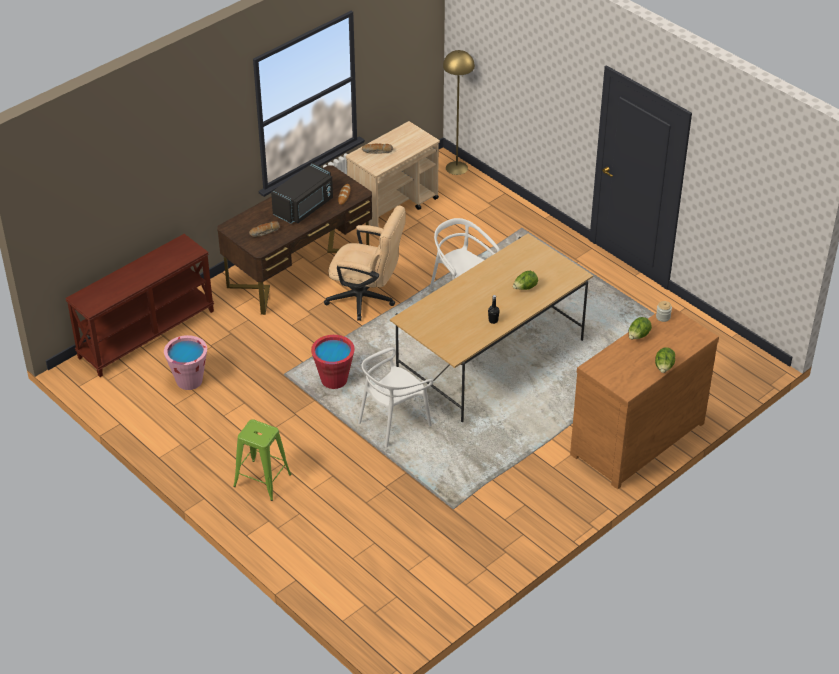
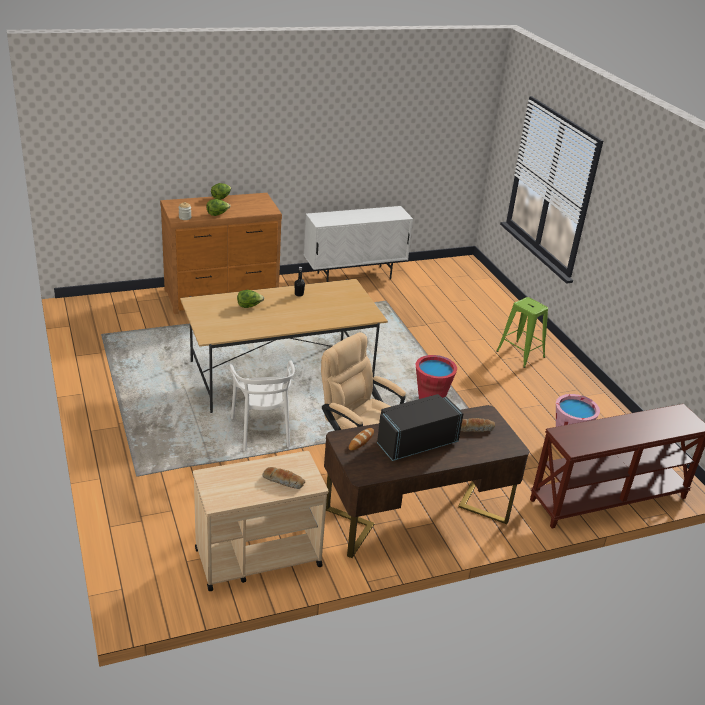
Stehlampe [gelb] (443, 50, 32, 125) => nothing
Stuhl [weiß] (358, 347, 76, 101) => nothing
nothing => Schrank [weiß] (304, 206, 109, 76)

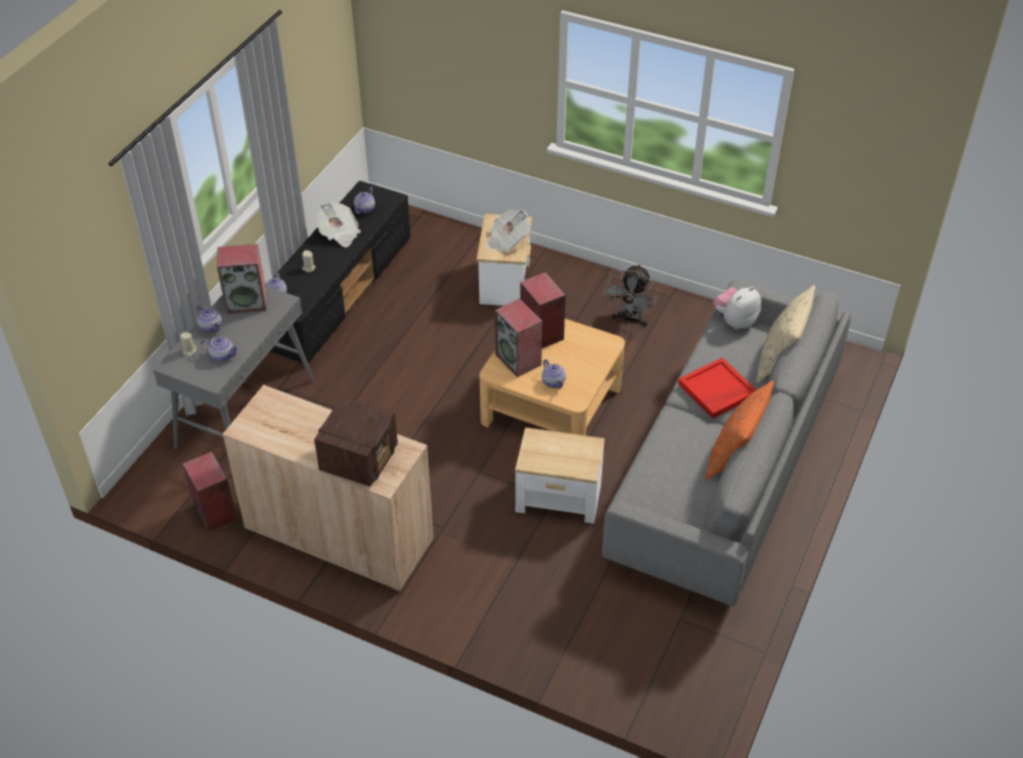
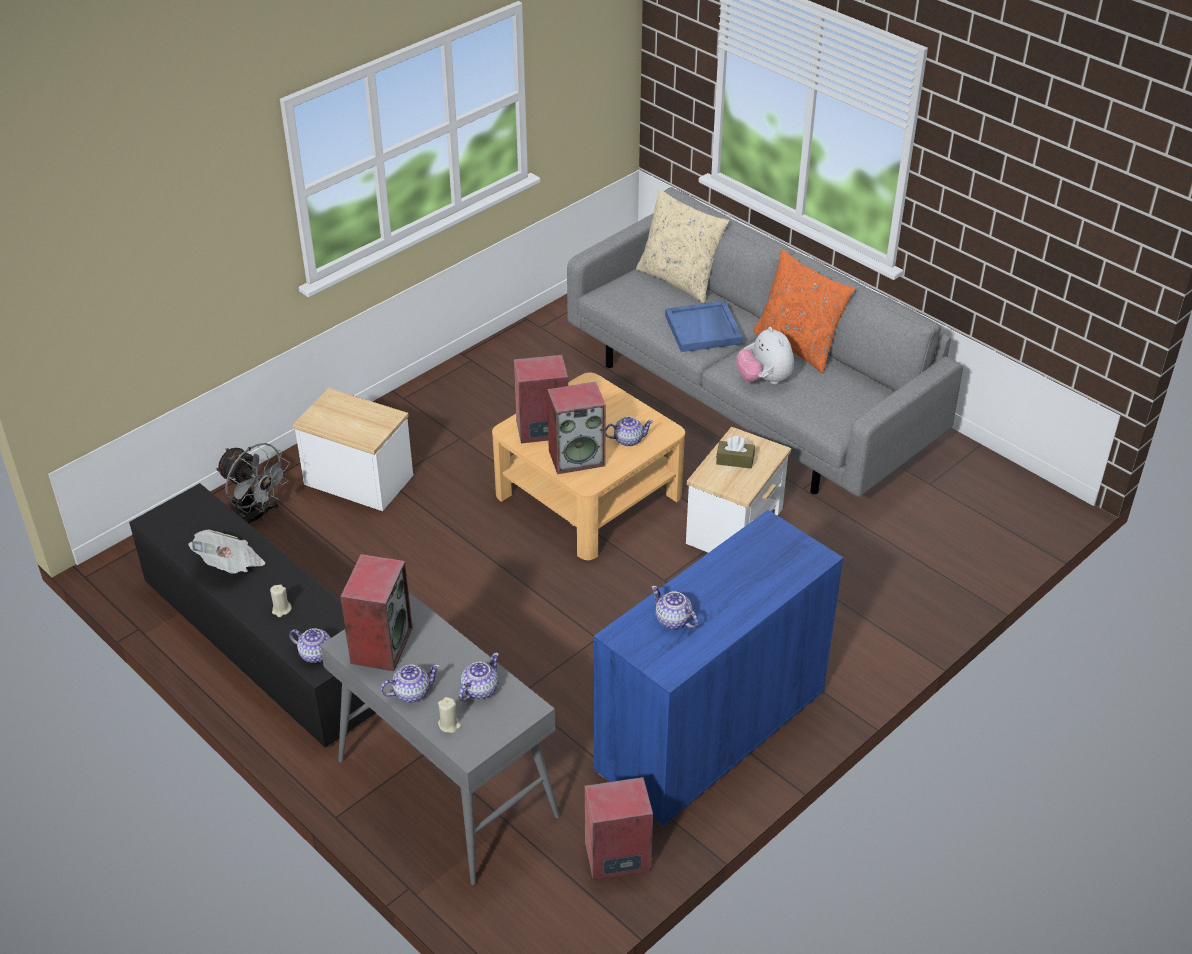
Teekanne (354, 187, 21, 27) => Teekanne (651, 586, 47, 43), move
Zeitung (485, 209, 46, 44) => nothing
Ventilator [grau] (603, 264, 54, 62) => Ventilator [grau] (216, 443, 74, 81), move
Plüschtier (713, 287, 48, 42) => Plüschtier (736, 327, 58, 57), move
Tablett [rot] (678, 357, 78, 61) => Tablett [blau] (665, 301, 78, 51)
Schrank [beige] (223, 385, 210, 207) => Schrank [blau] (594, 510, 250, 317)
Radio (314, 396, 84, 91) => nothing
nothing => Taschentuchbox [braun] (716, 436, 39, 33)

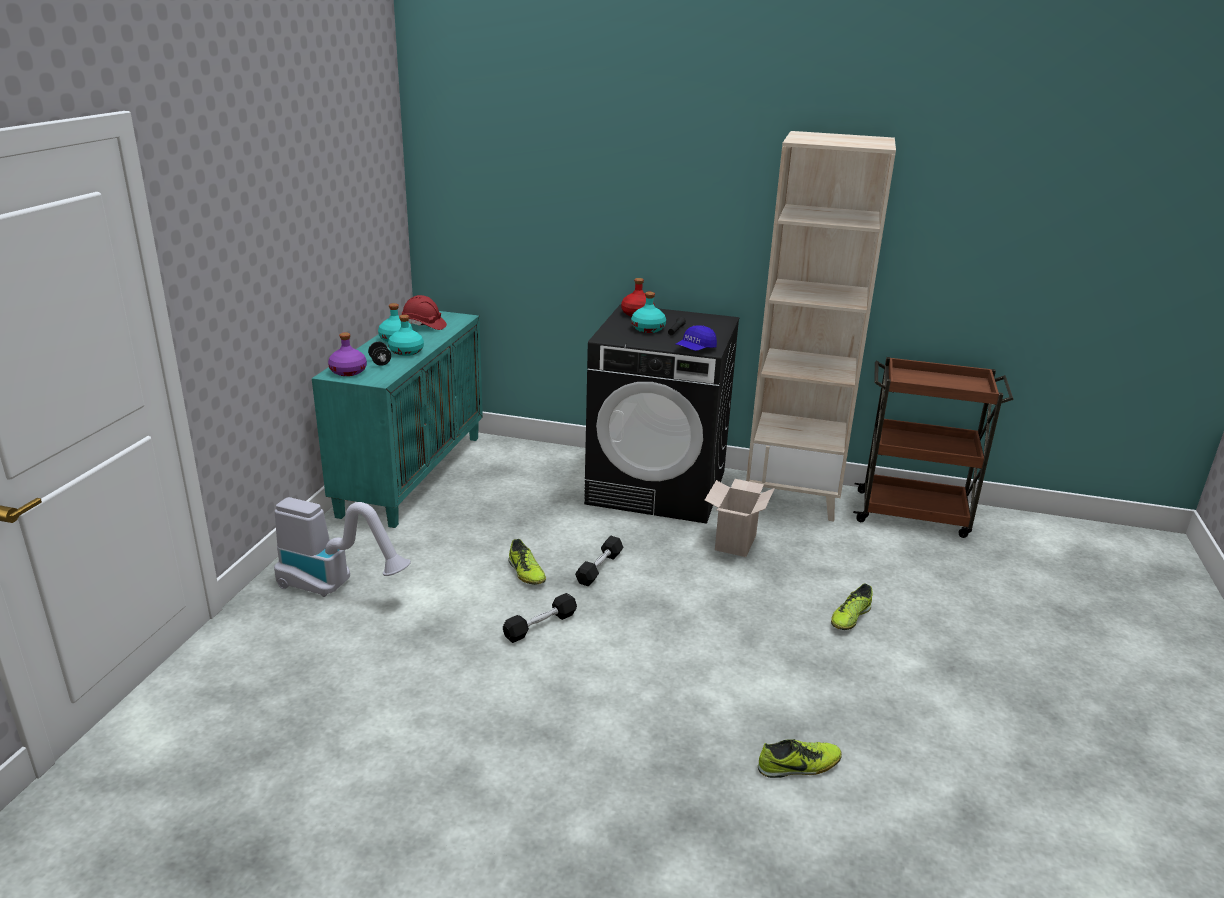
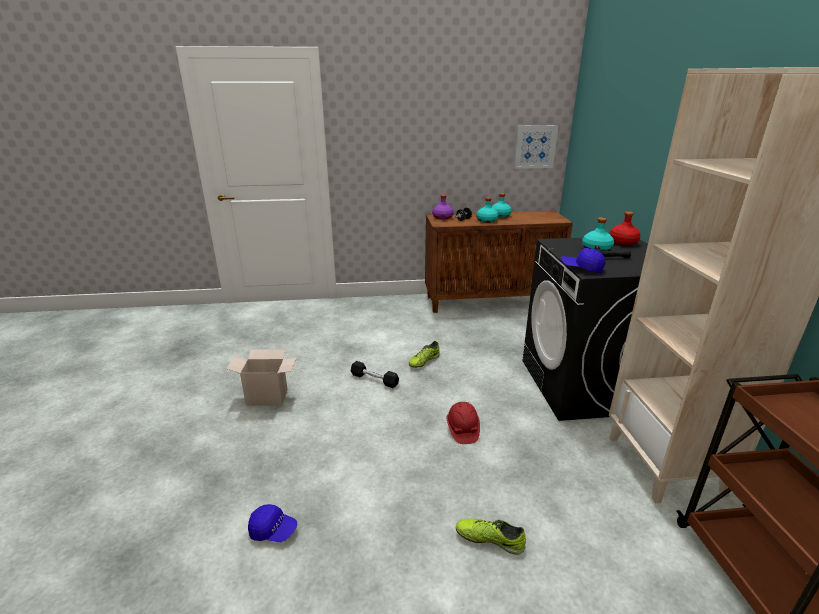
Schutzhelm [rot] (401, 295, 46, 35) => Schutzhelm [rot] (447, 402, 33, 42), move
Schrank [türkis] (312, 311, 171, 217) => Schrank [braun] (425, 211, 148, 102)
Karton (705, 479, 70, 78) => Karton (227, 349, 69, 57), move
Staubsauger (274, 497, 137, 100) => nothing
Hantel [schwarz] (575, 536, 49, 50) => nothing
Schuh (758, 739, 84, 39) => Kappe [blau] (248, 504, 49, 38)
nothing => Bild (514, 125, 44, 44)

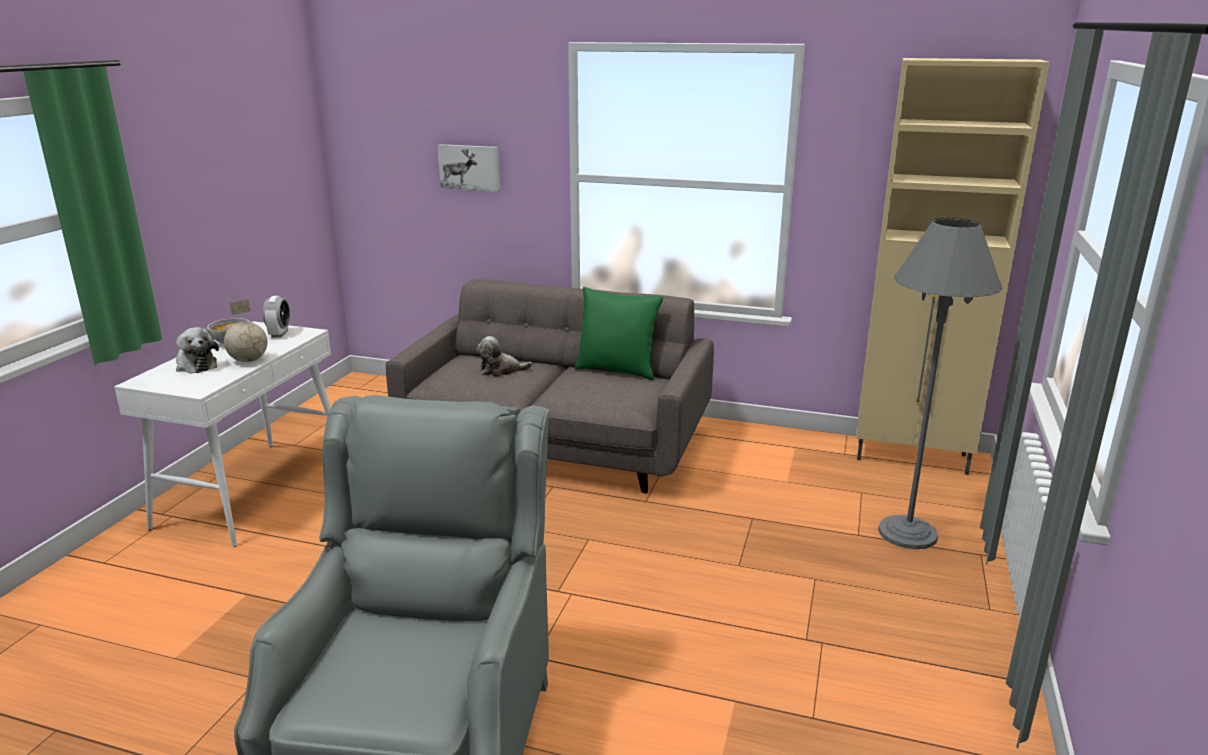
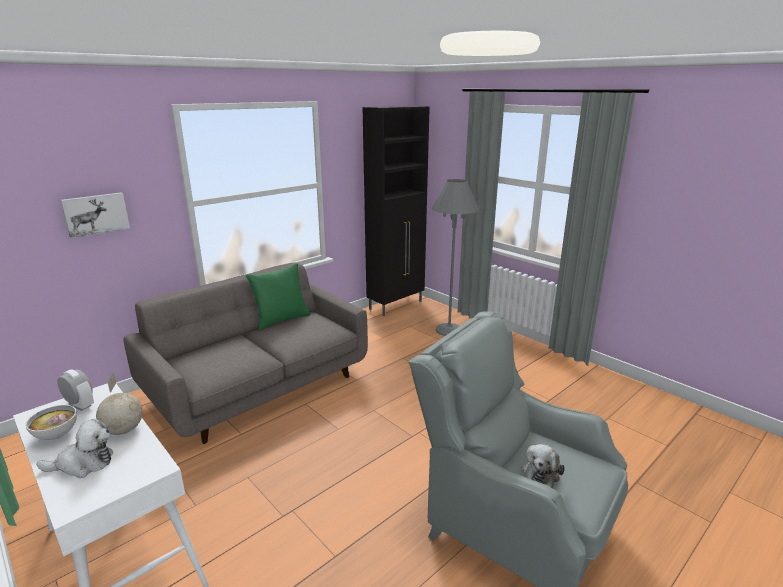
Schrank [beige] (856, 58, 194, 417) => Schrank [schwarz] (362, 106, 68, 210)
Plüschtier (476, 336, 56, 41) => Plüschtier (521, 444, 44, 44), move

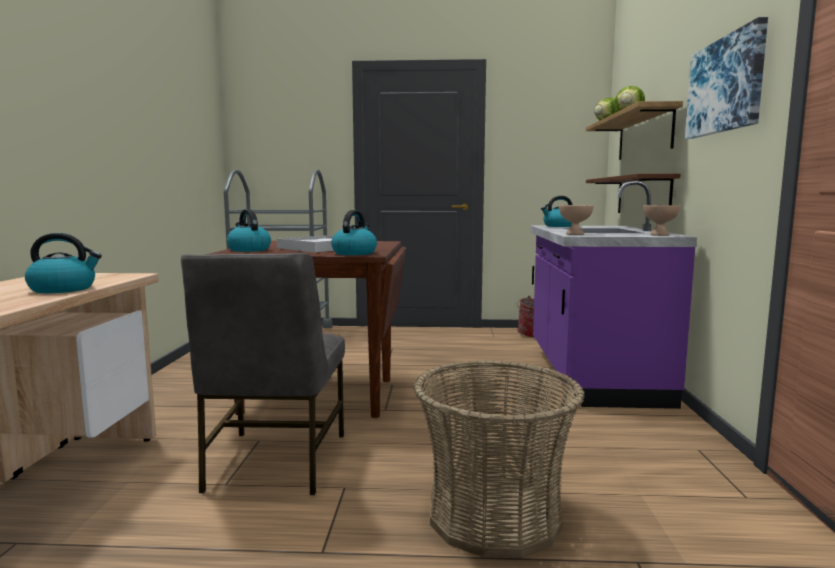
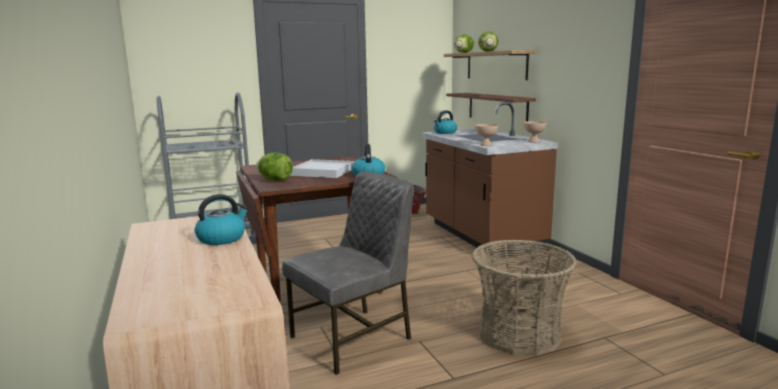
Bild (685, 17, 83, 122) => nothing
Küchenzeile [lila] (530, 181, 167, 228) => Küchenzeile [braun] (422, 102, 136, 157)
Wasserkessel (227, 209, 44, 43) => Salatkopf (256, 153, 37, 28)
Stuhl [grau] (181, 253, 164, 242) => Stuhl [grau] (282, 171, 131, 204), 105 degrees counterclockwise

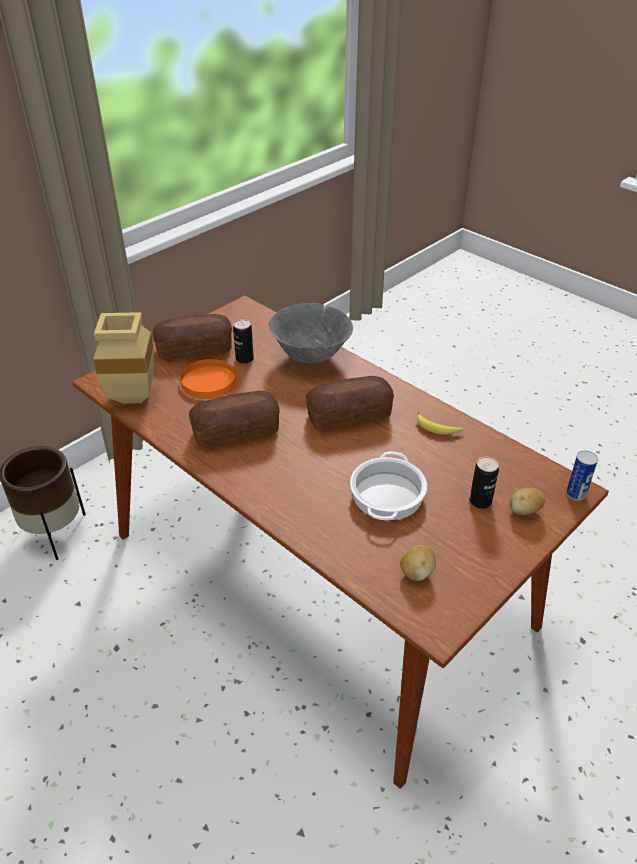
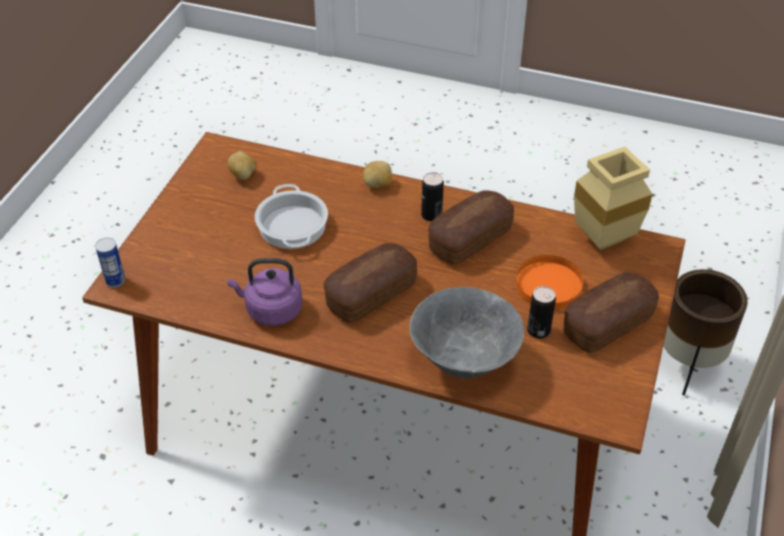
Banane (417, 412, 47, 22) => Wasserkessel [lila] (227, 258, 76, 68)
Dose (470, 457, 29, 52) => Dose (421, 172, 23, 49), move
Kartoffel (510, 488, 35, 27) => Kartoffel (363, 161, 29, 27), move

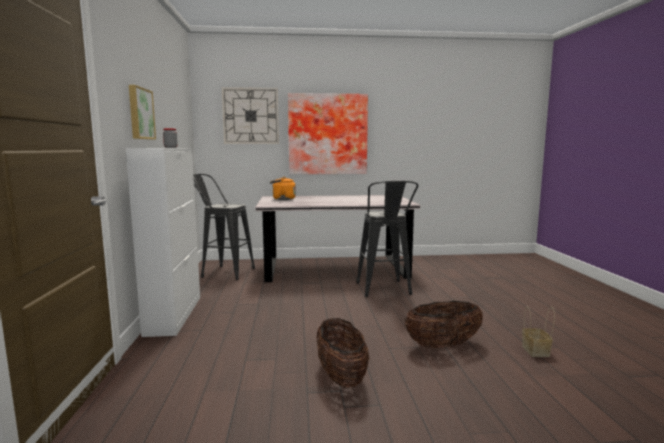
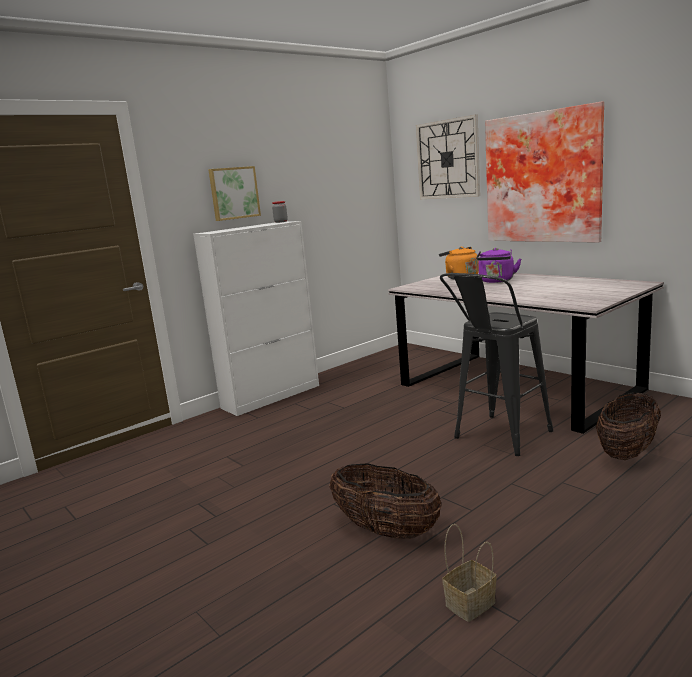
Hocker [schwarz] (193, 174, 62, 106) => nothing
Korb (316, 318, 53, 70) => Korb (596, 393, 65, 67), move
nothing => Wasserkessel [lila] (476, 248, 45, 35)

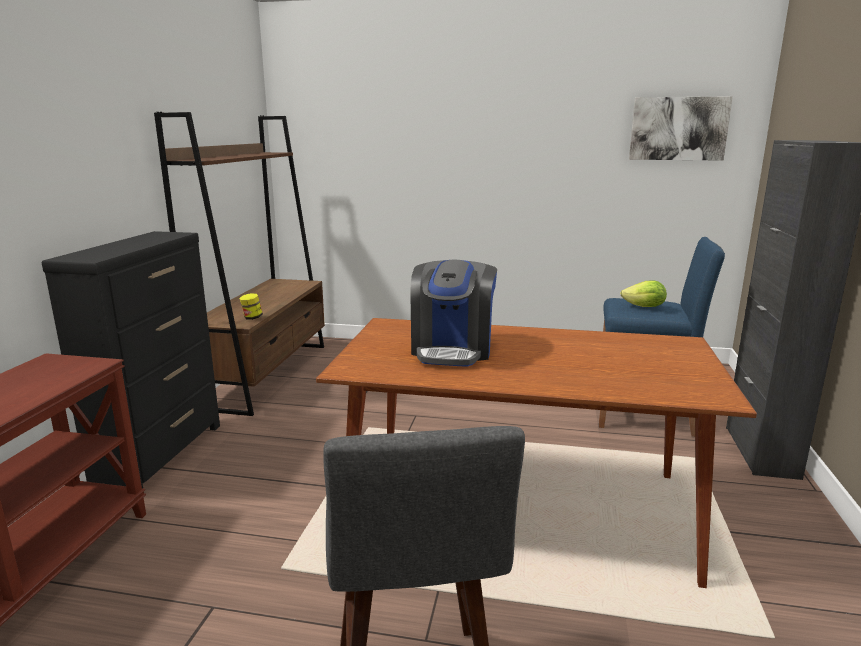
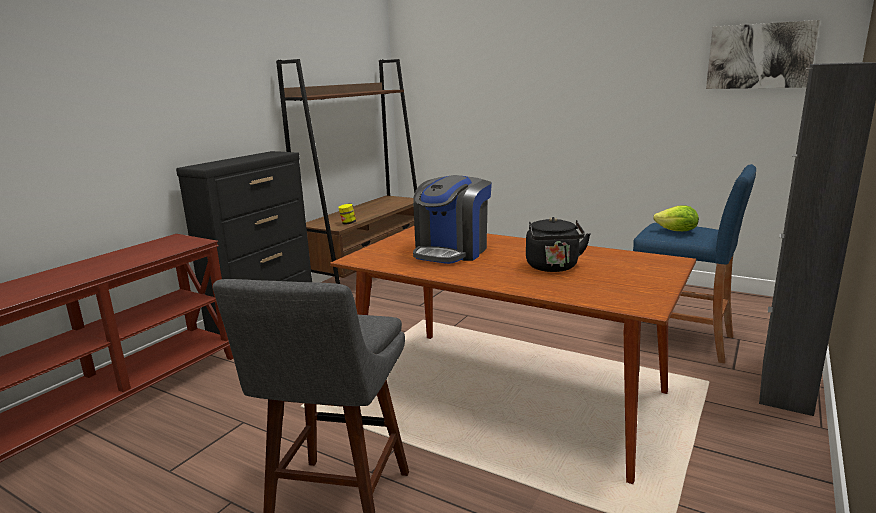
nothing => Wasserkessel [schwarz] (526, 217, 65, 55)

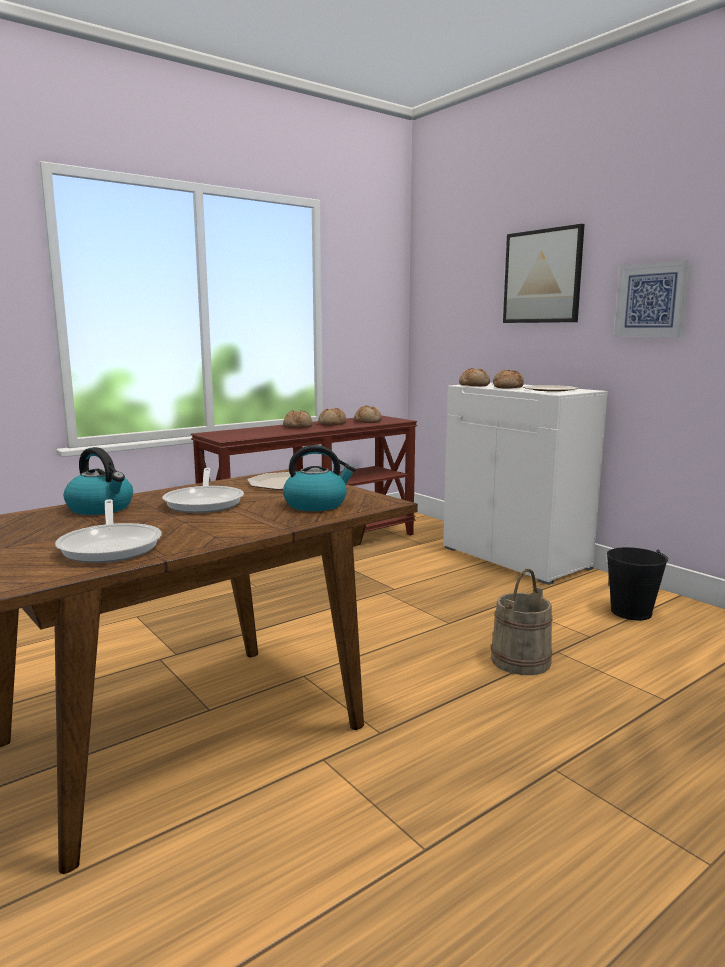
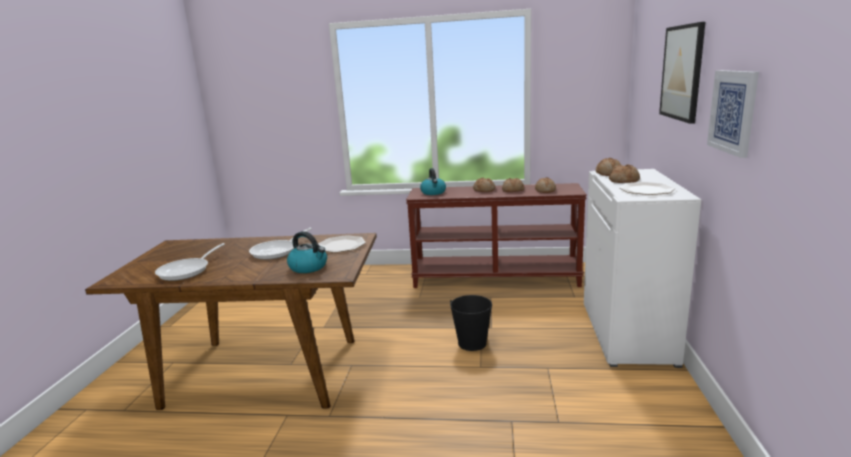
Wasserkessel (64, 447, 69, 68) => Wasserkessel (420, 168, 26, 27), move
Eimer [schwarz] (607, 547, 61, 73) => Eimer [schwarz] (450, 295, 42, 56), move
Eimer [beige] (491, 569, 62, 106) => nothing

